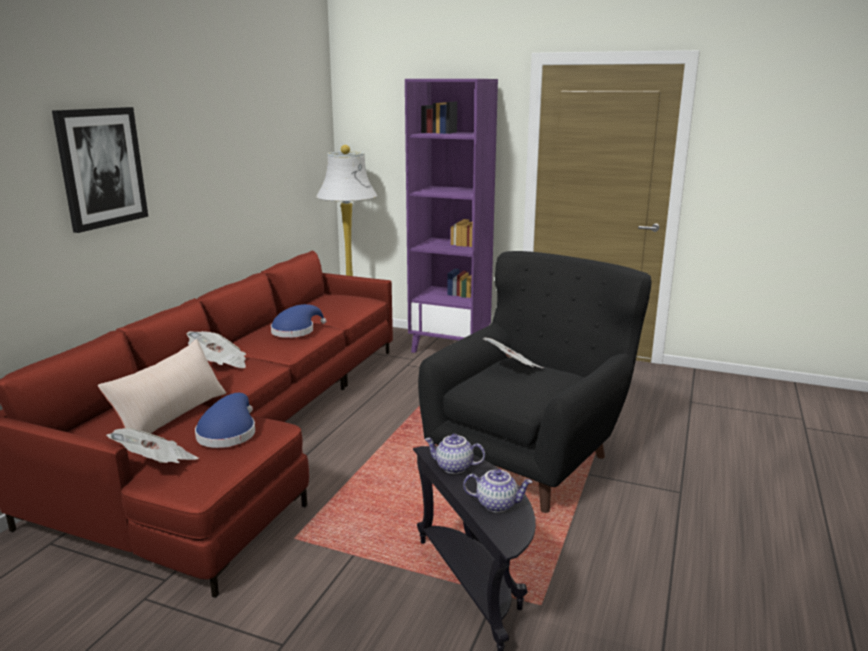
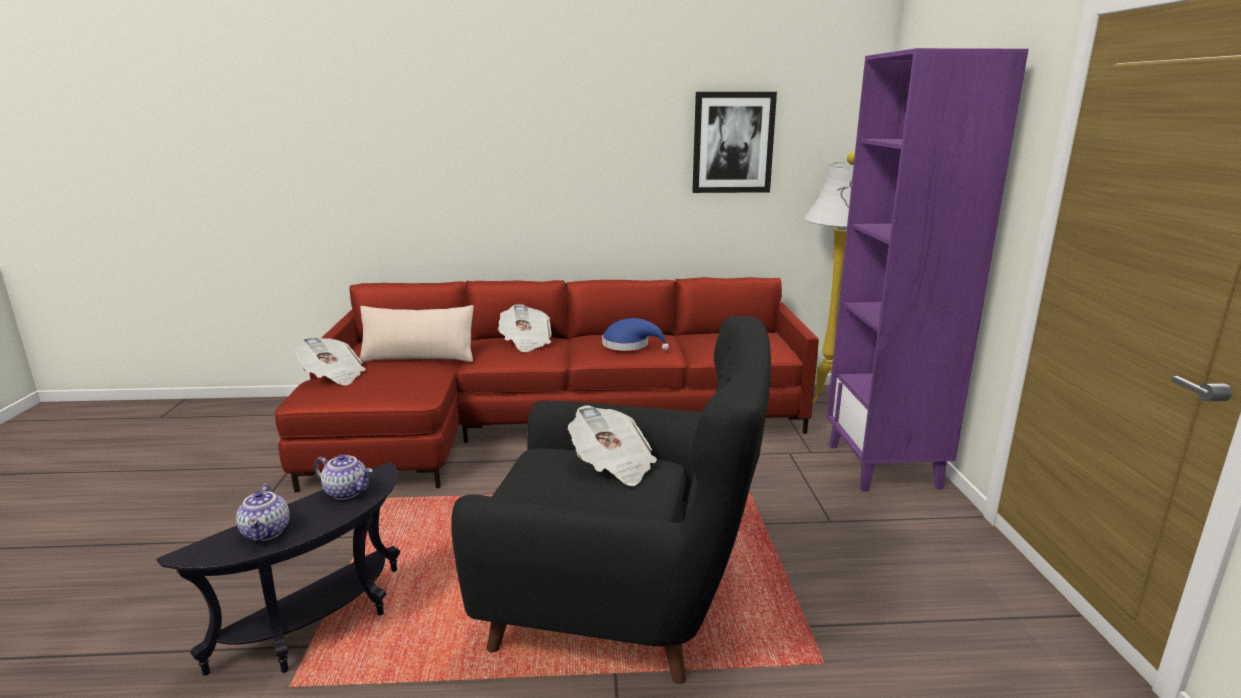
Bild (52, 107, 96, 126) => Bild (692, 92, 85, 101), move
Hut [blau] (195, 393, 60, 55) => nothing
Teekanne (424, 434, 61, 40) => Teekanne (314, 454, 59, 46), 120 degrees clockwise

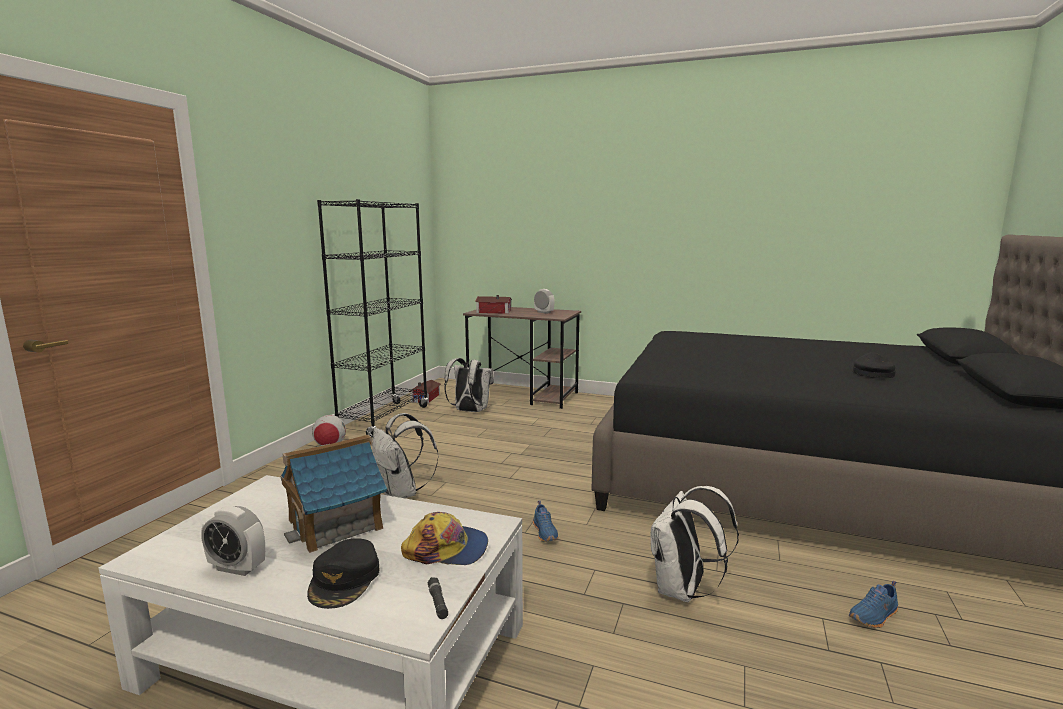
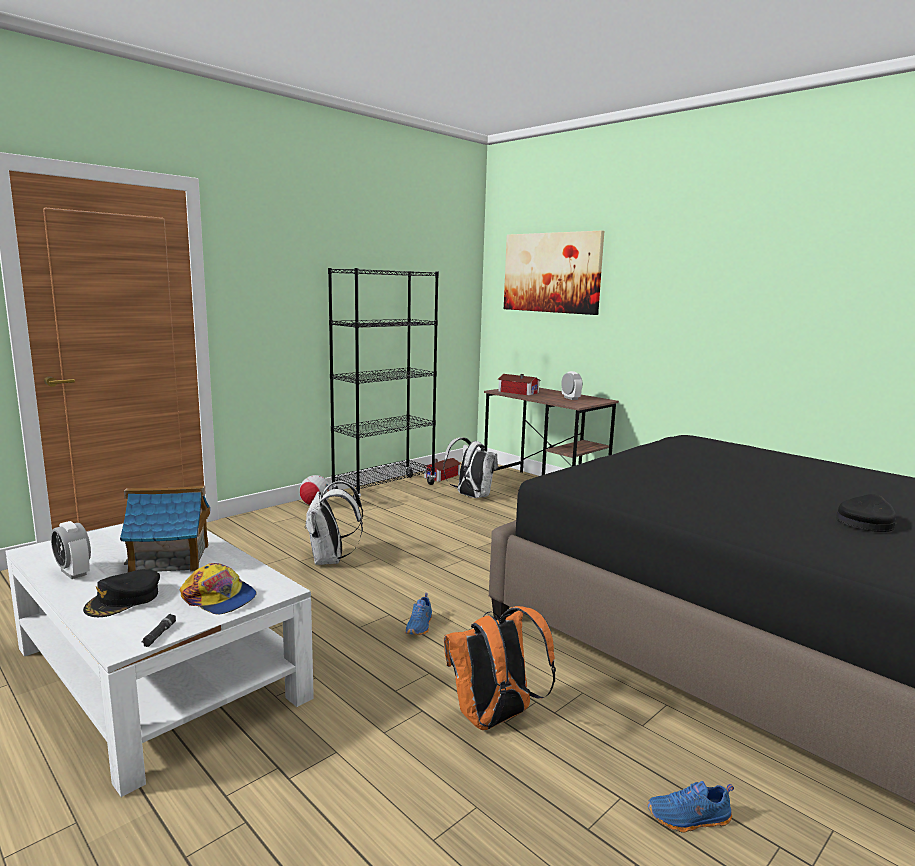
Rucksack [weiß] (651, 486, 88, 116) => Rucksack [orange] (444, 606, 112, 124)
nothing => Bild (504, 231, 100, 84)

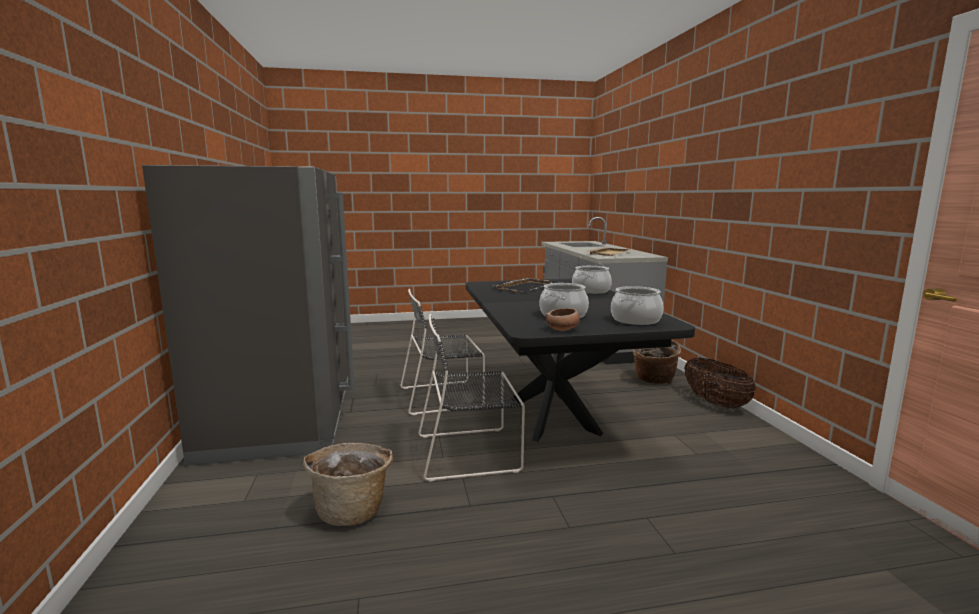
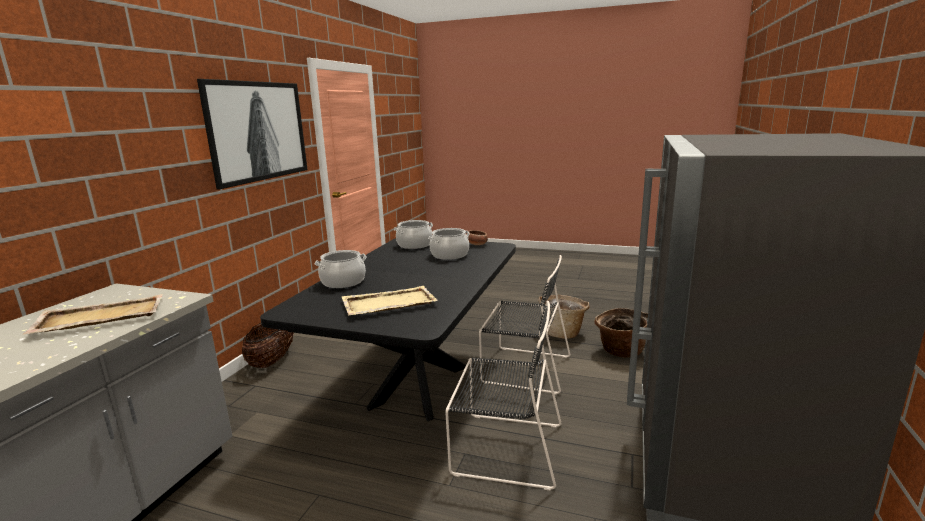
Tablett [schwarz] (490, 278, 66, 14) => Tablett [beige] (342, 286, 96, 29)
Korb (632, 341, 49, 43) => Korb (538, 295, 51, 44), move
nothing => Bild (197, 79, 110, 110)

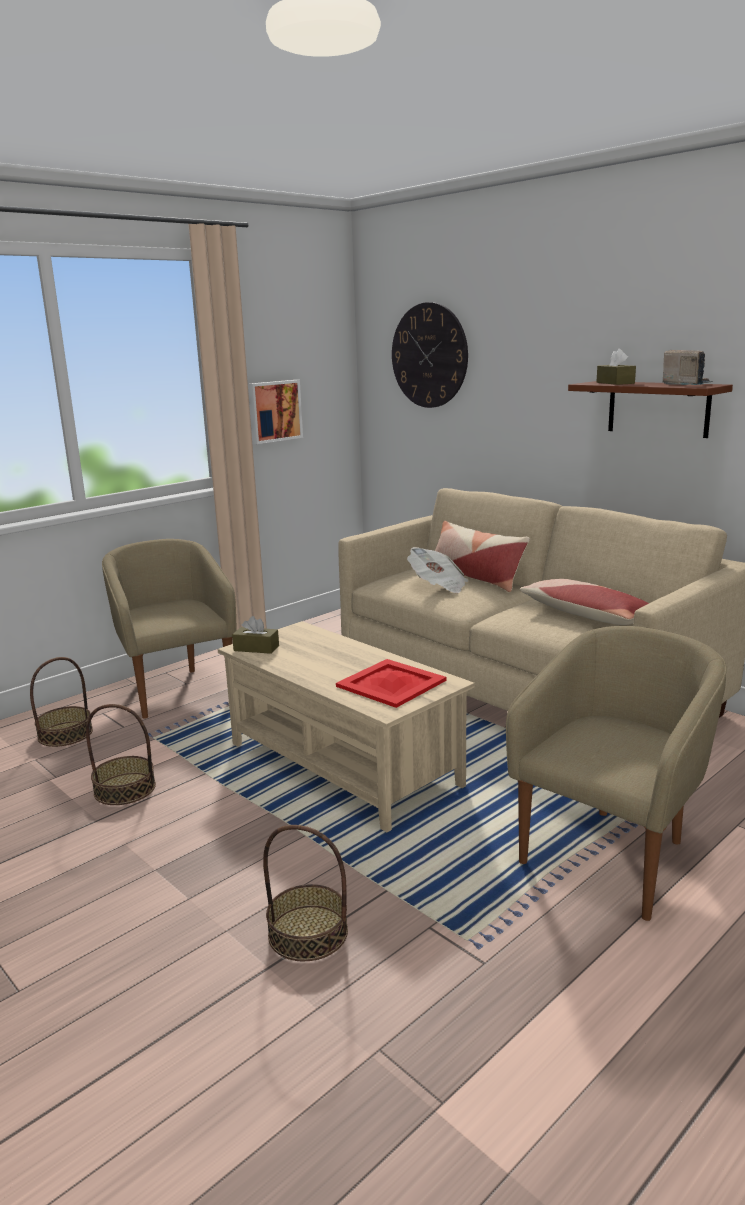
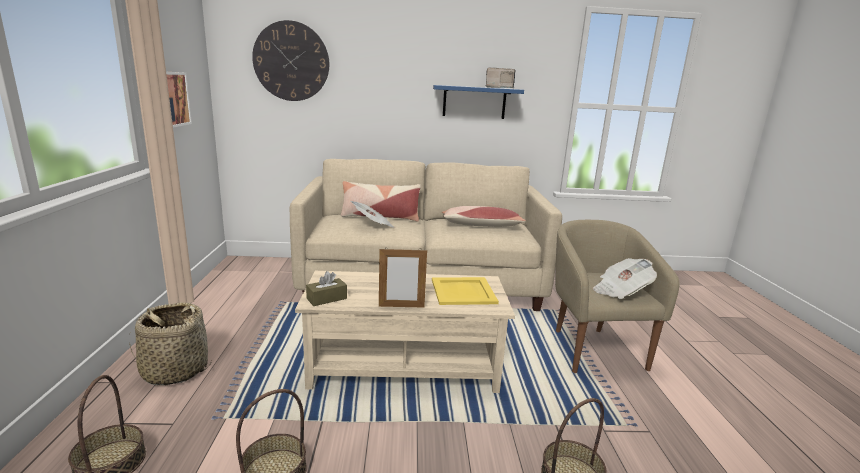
Taschentuchbox [braun] (597, 349, 39, 36) => nothing
Wandregal [braun] (568, 381, 165, 57) => Wandregal [blau] (433, 85, 91, 34)
Sessel [beige] (102, 539, 134, 180) => Korb (129, 302, 83, 83)
Tablett [rot] (336, 659, 110, 49) => Tablett [gelb] (432, 277, 67, 28)
nothing => Bilderrahmen (379, 247, 48, 60)
nothing => Zeitung (593, 258, 64, 41)

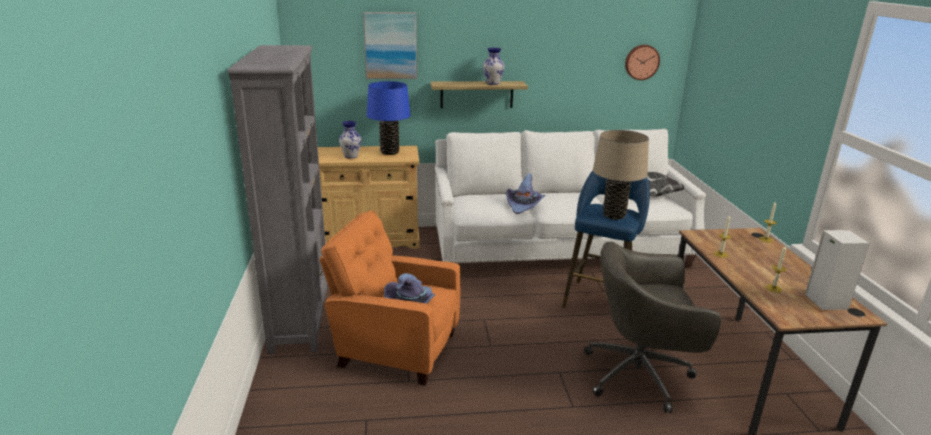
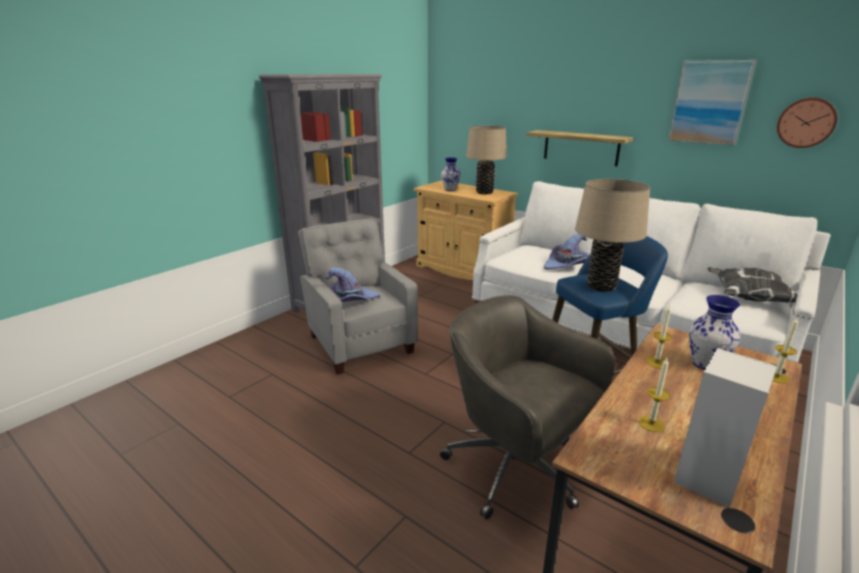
Bild (363, 12, 54, 67) => Bild (668, 60, 88, 85), move
Vase (483, 48, 22, 37) => Vase (689, 295, 52, 75), move
Tischlampe [blau] (367, 81, 44, 74) => Tischlampe [beige] (466, 126, 41, 68)
Sessel [orange] (319, 211, 142, 175) => Sessel [grau] (298, 219, 120, 155)

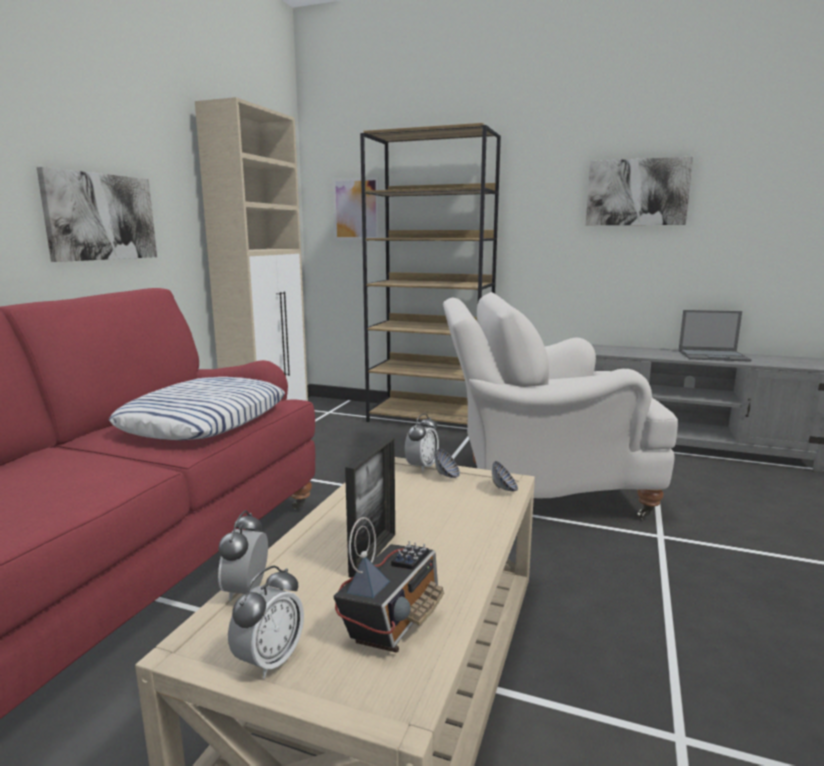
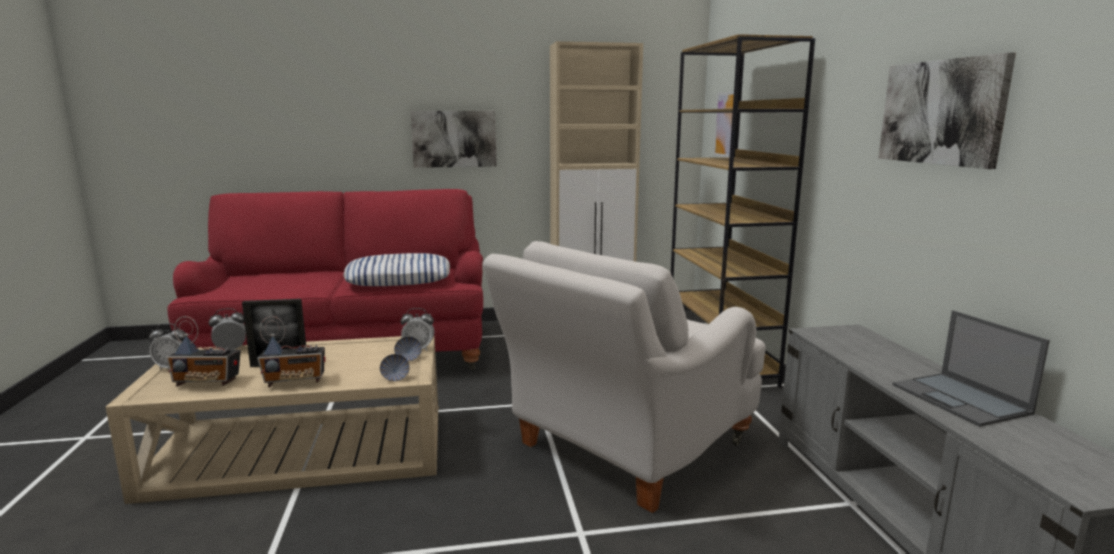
Sessel [weiß] (443, 292, 235, 228) => Sessel [weiß] (483, 241, 283, 272), 105 degrees counterclockwise
nothing => Radio (257, 316, 69, 71)

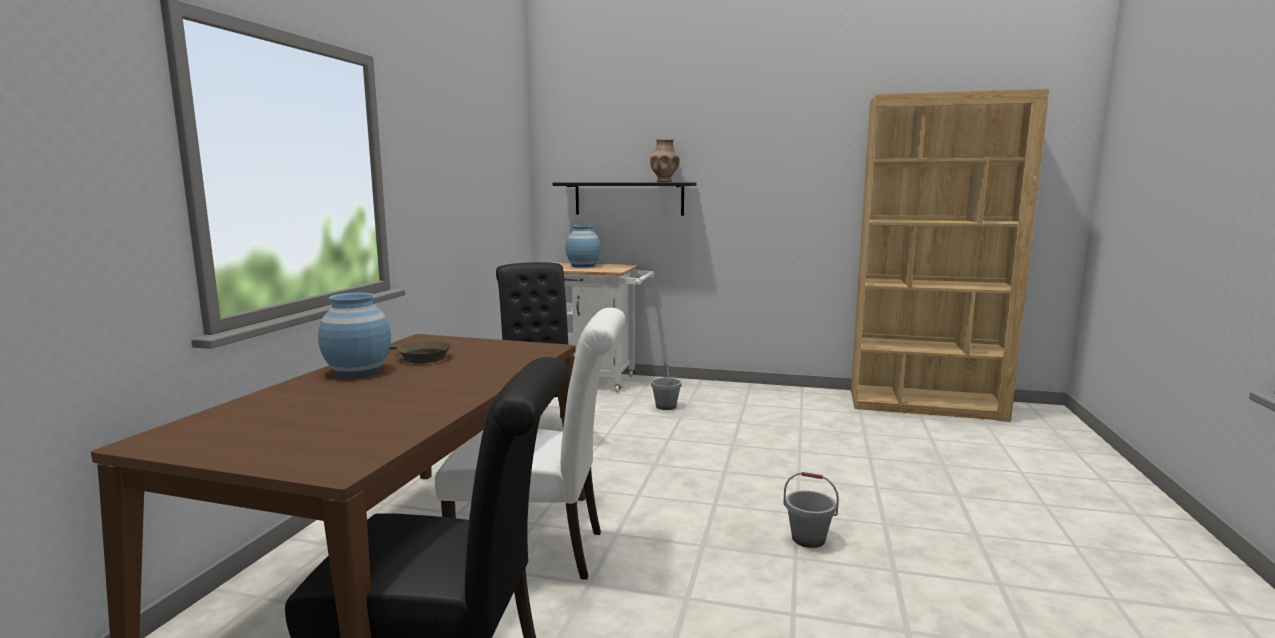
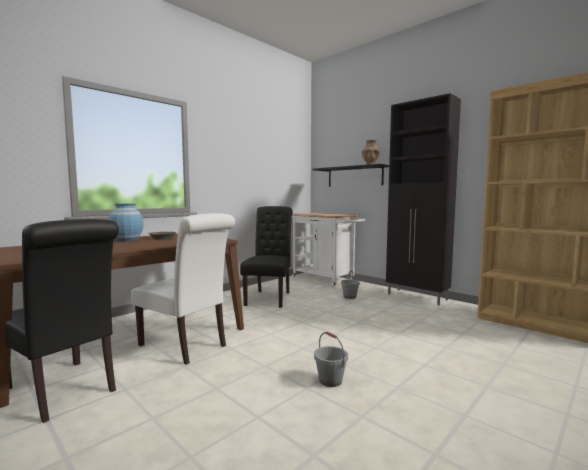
Vase [blau] (565, 225, 36, 43) => nothing
nothing => Schrank [schwarz] (386, 93, 75, 212)

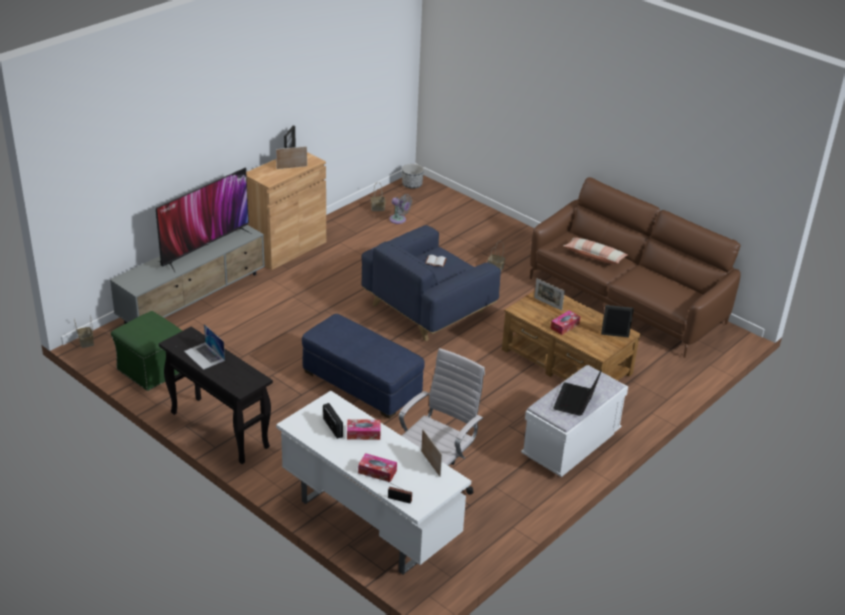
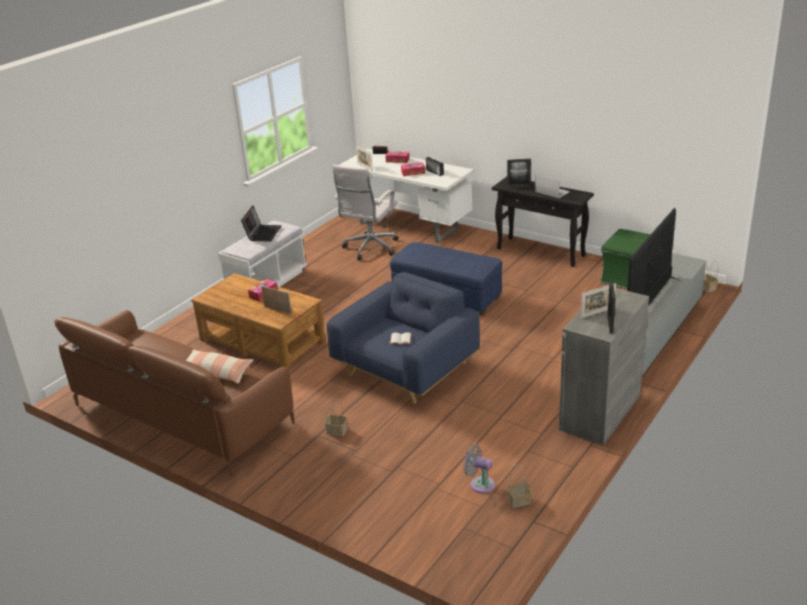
Schrank [braun] (246, 152, 80, 118) => Schrank [grau] (559, 285, 90, 160)
Pflanzkübel (402, 164, 22, 25) => nothing
Bilderrahmen (601, 305, 33, 32) => Bilderrahmen (507, 159, 24, 29), move

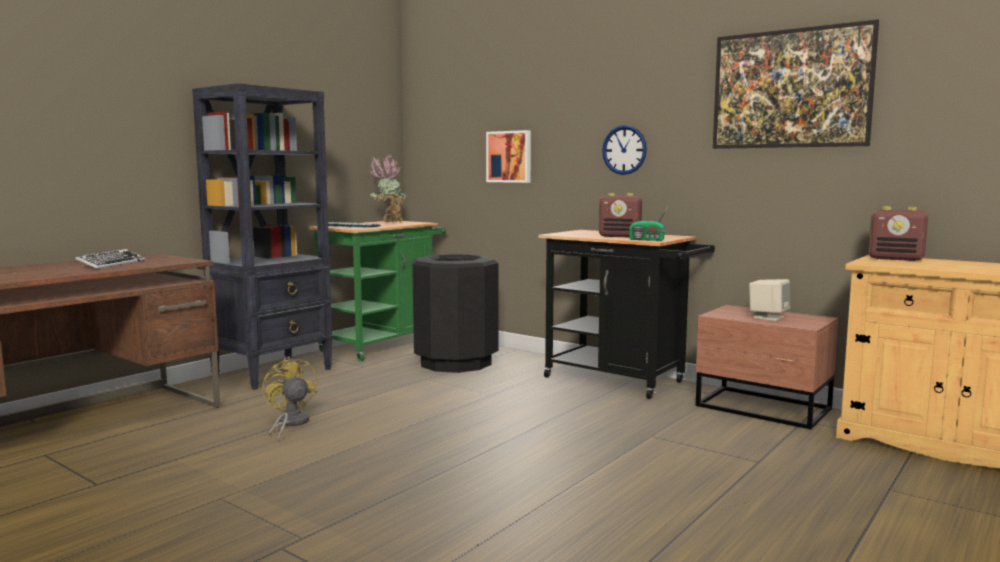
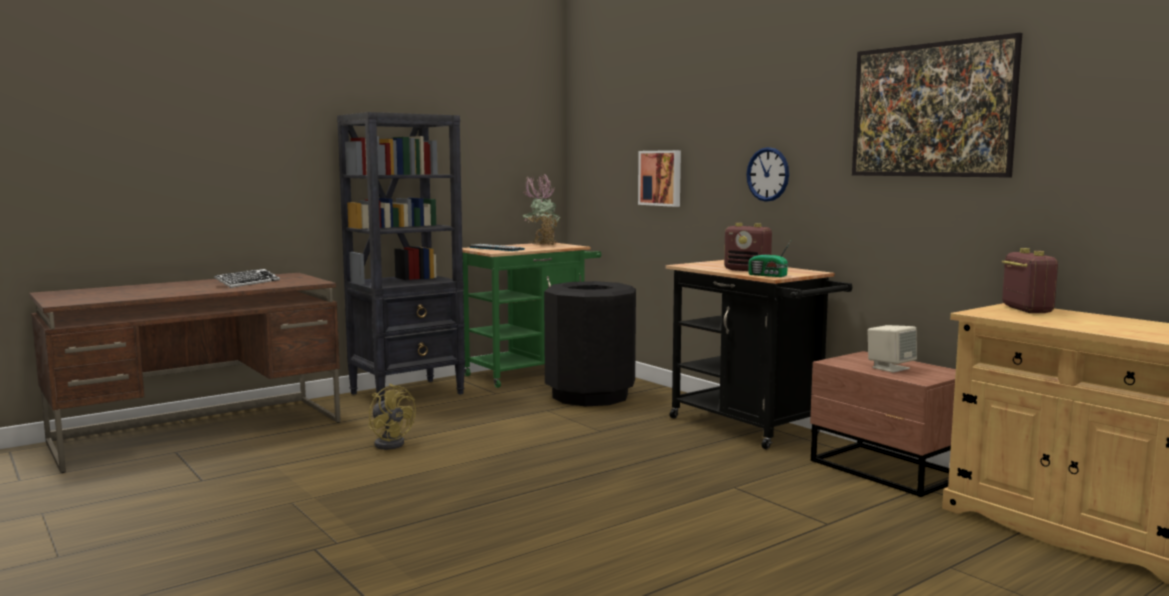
Radio (869, 206, 59, 55) => Radio (1002, 248, 56, 65), 135 degrees counterclockwise
Ventilator [gelb] (262, 356, 55, 84) => Ventilator [gelb] (368, 384, 48, 66), 150 degrees clockwise

